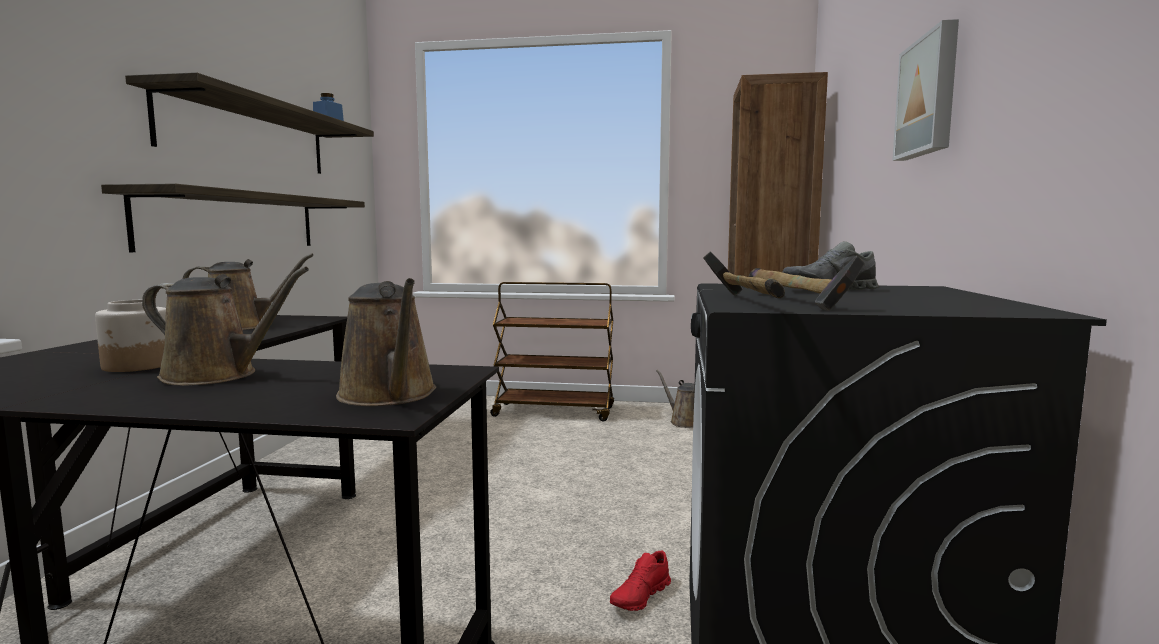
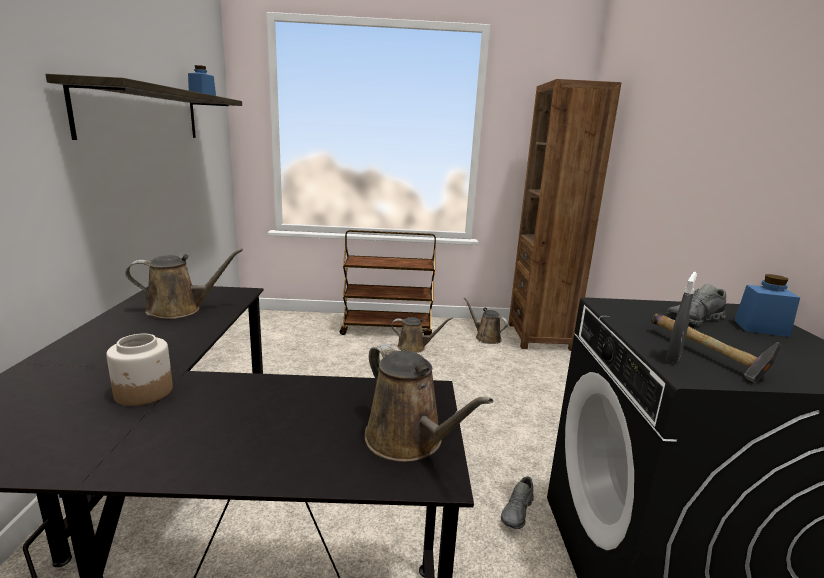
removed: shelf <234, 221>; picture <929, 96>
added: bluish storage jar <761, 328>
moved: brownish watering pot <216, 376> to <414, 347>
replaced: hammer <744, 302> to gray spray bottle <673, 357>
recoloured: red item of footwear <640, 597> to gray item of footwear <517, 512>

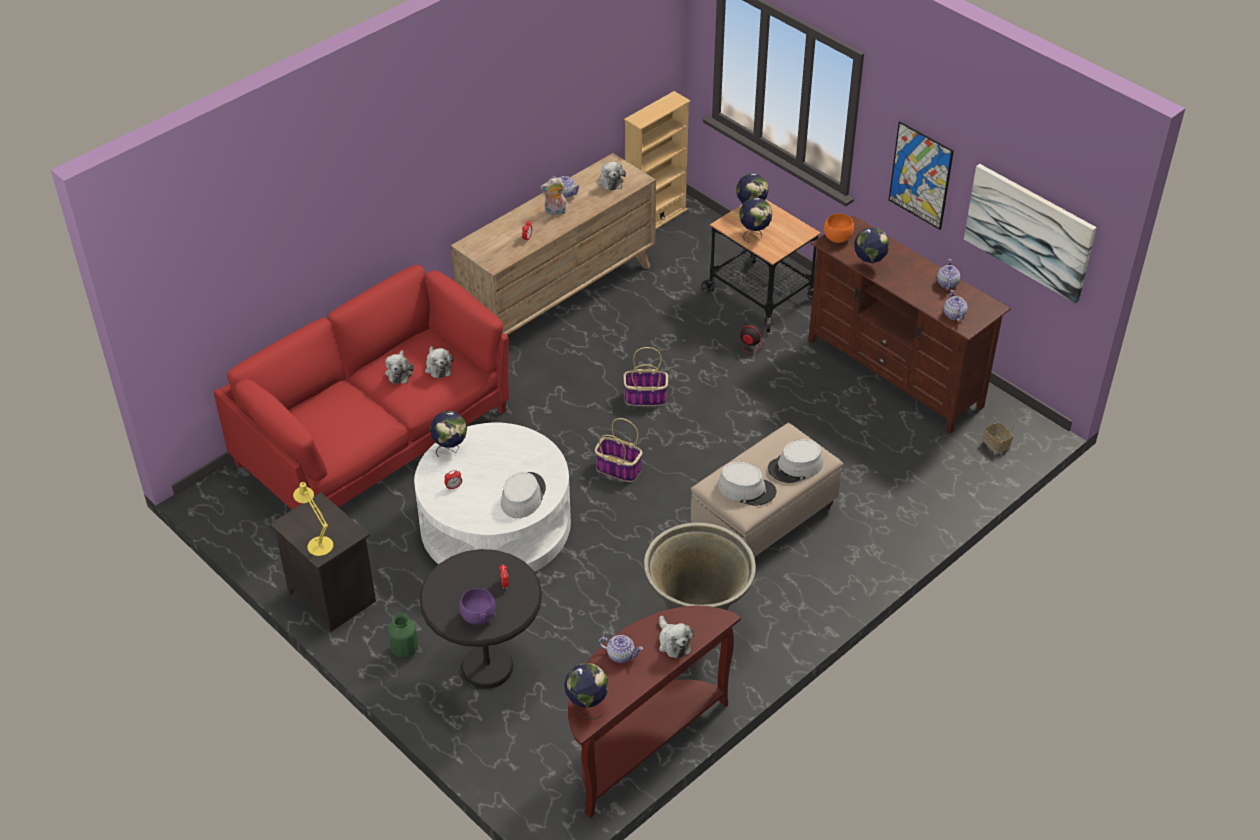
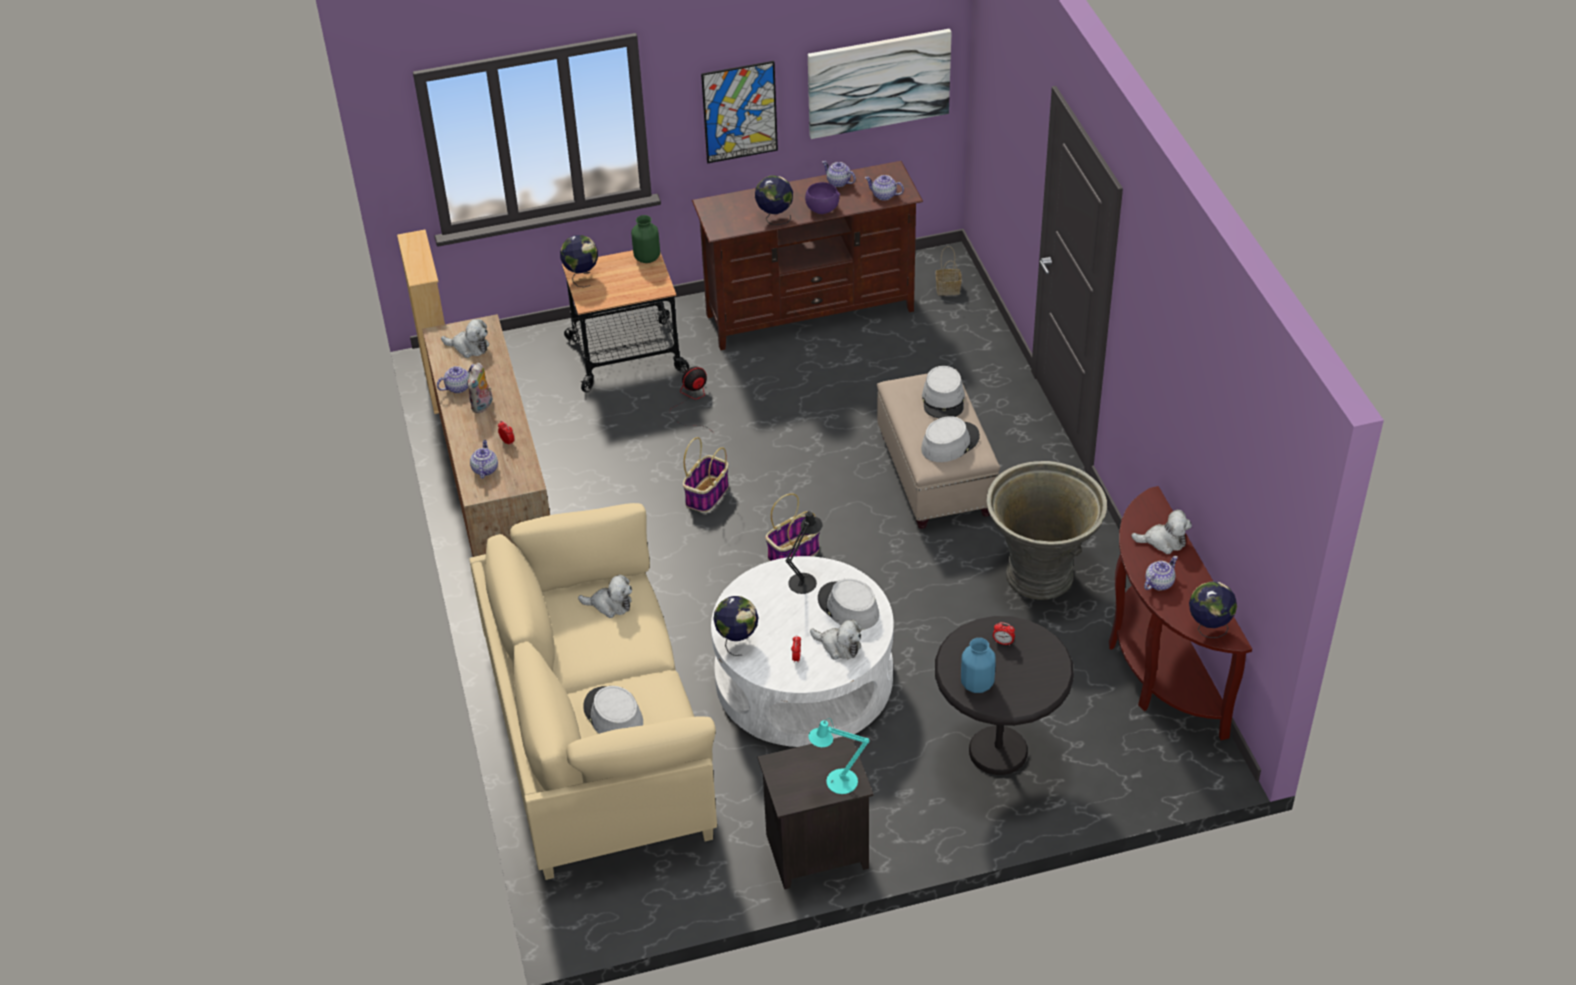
removed: world globe <754, 234>; orangey bowl <838, 238>
added: pot for tea <485, 469>; gray wearable hat <613, 715>; black-coloured lamp for a table <805, 580>; bluish vase <977, 684>
moved: soft toy <399, 372> to <839, 646>; green-coloured vase <404, 650> to <647, 258>; purple-coloured bowl <478, 616> to <821, 209>
recoloured: red sofa <373, 438> to beige-coloured sofa <599, 737>; yellowish lamp for a table <318, 543> to turquoise lamp for a table <837, 782>

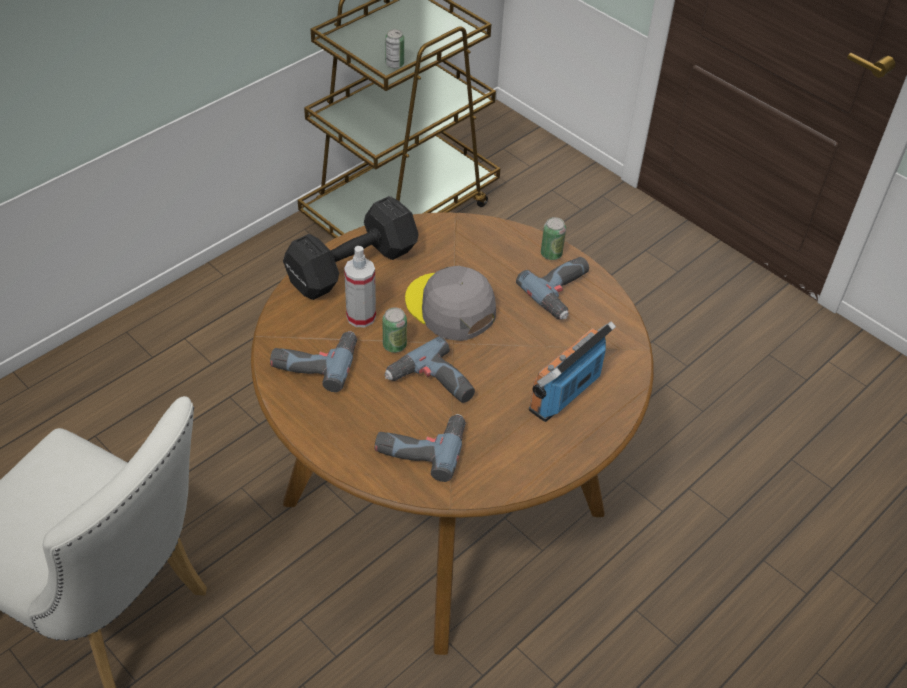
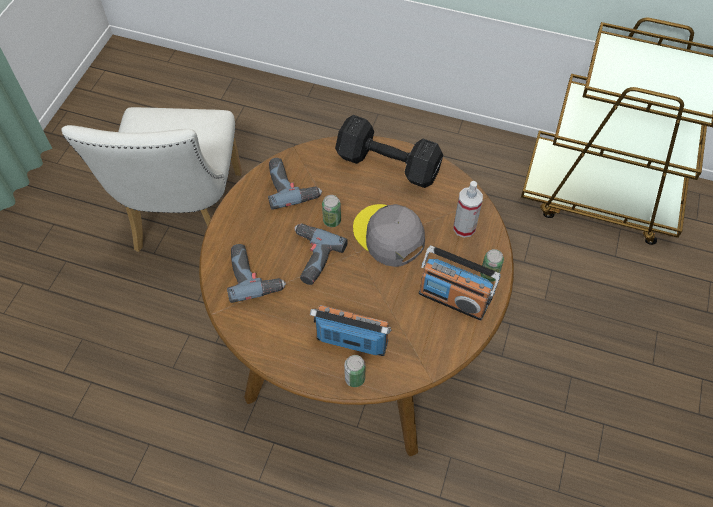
moved: spray bottle <361, 317> to <464, 228>; sealed can <394, 64> to <354, 378>
replaced: electric drill <563, 293> to radio <453, 299>
turned: gray baseball cap <450, 307> = <388, 236> 60 degrees counterclockwise

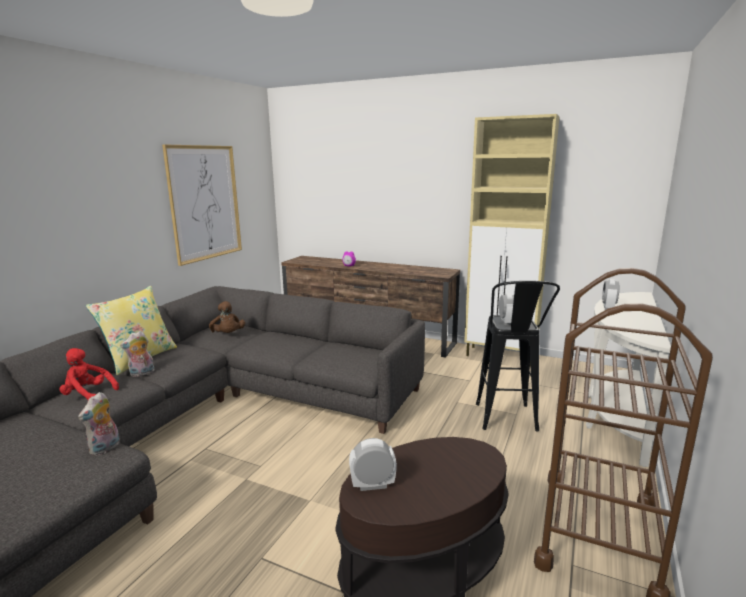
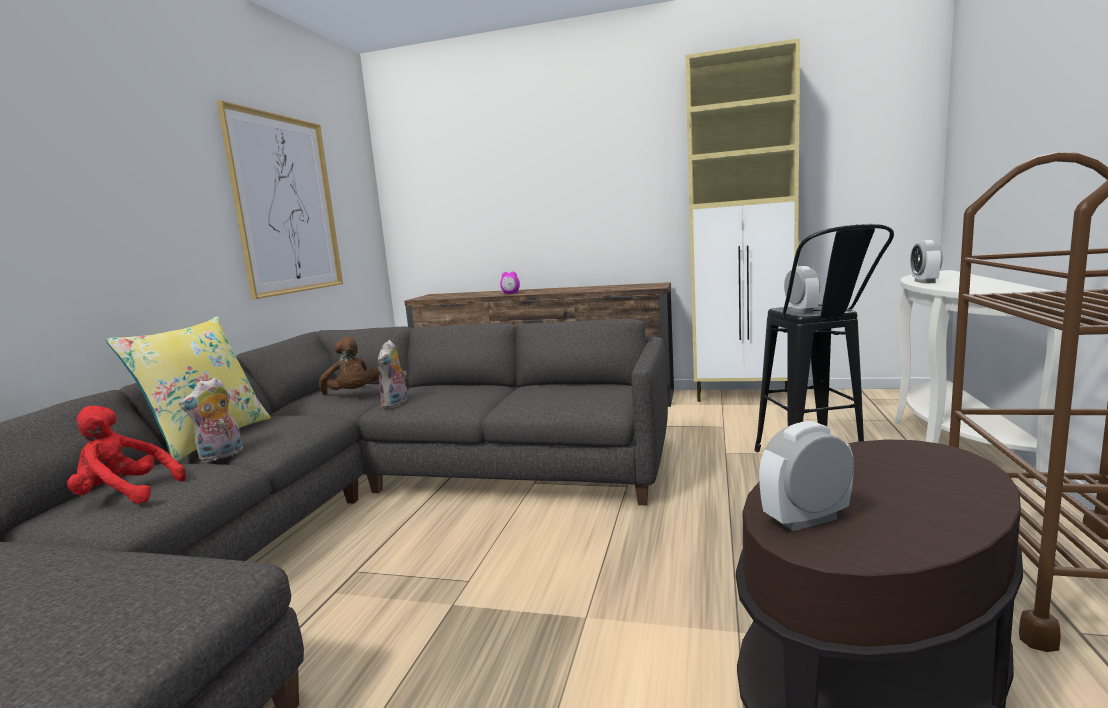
moved: soft toy <105, 448> to <396, 404>

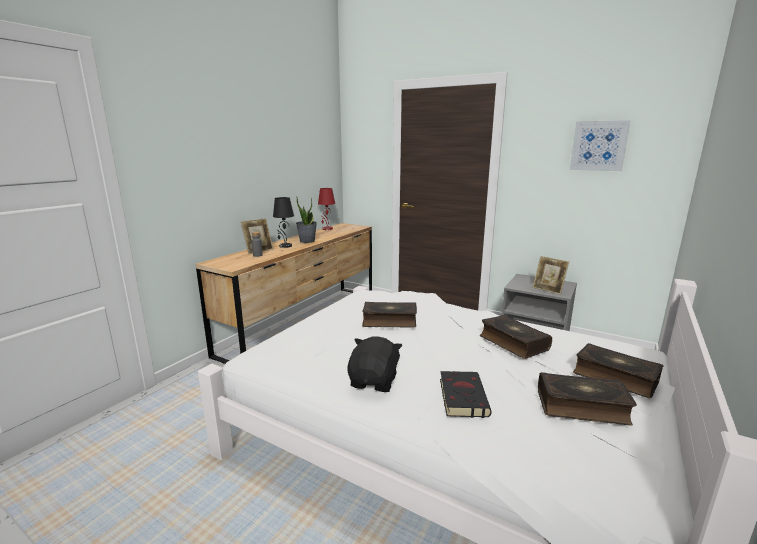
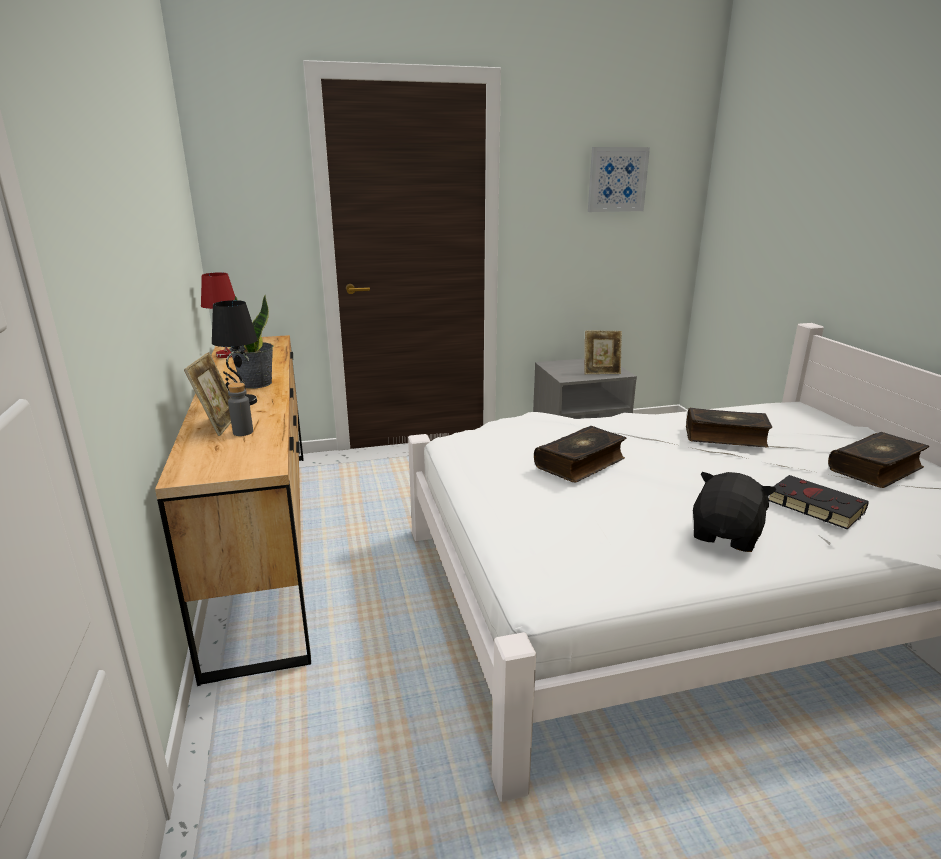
removed: bound book <615, 377>
turned: black-coloured soft toy <374, 381> = <726, 535> 60 degrees clockwise

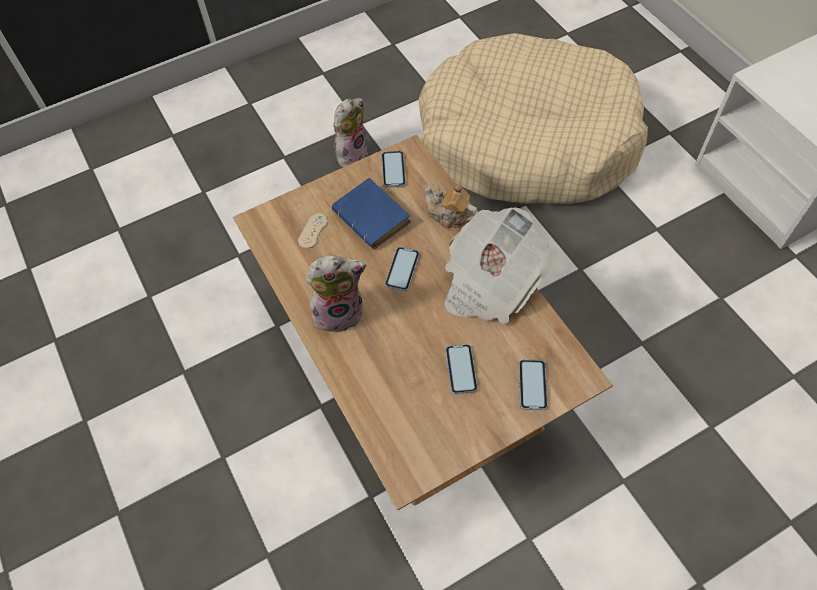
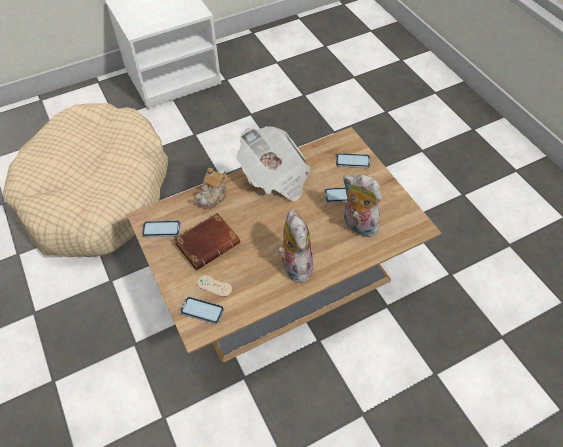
moved: soft toy <351, 153> to <357, 225>; telephone <402, 270> to <202, 311>
recoloured: bluish bound book <374, 218> to brownish bound book <208, 242>

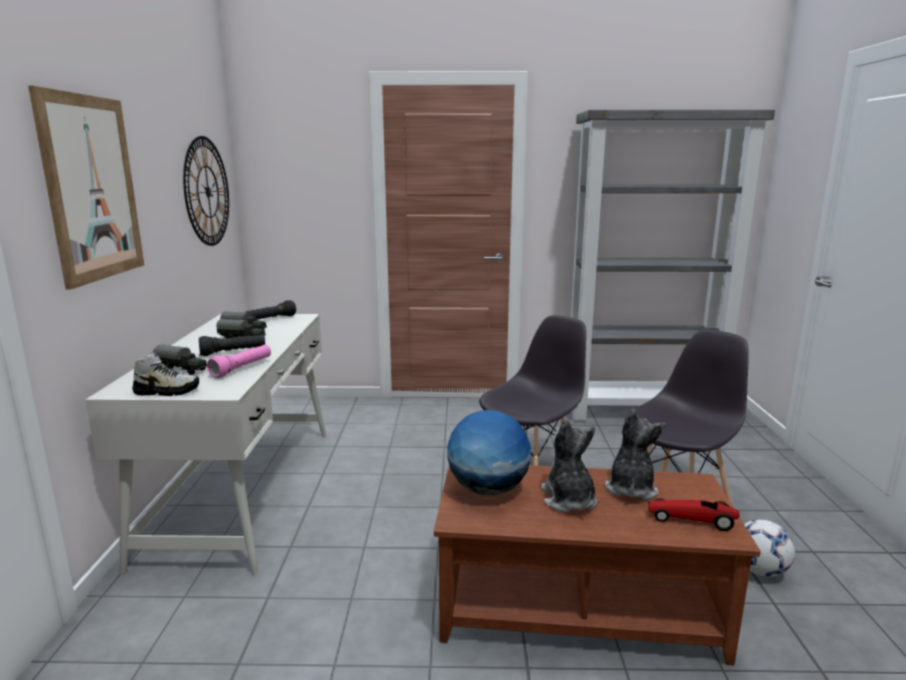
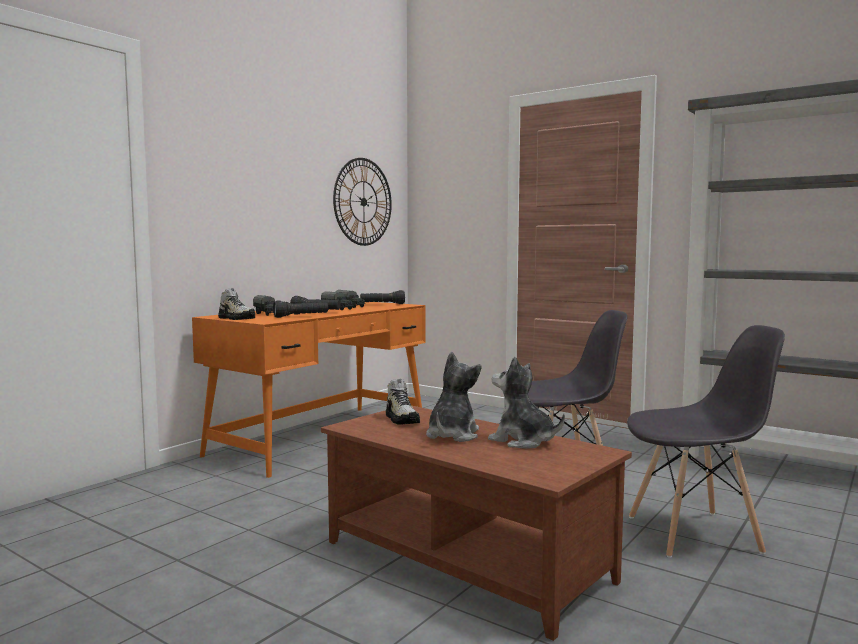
removed: picture <92, 188>; toy car <691, 520>; football ball <759, 570>
replaced: world globe <487, 489> to item of footwear <402, 419>
recoloured: white-coloured desk table <244, 490> to orangey desk table <322, 437>; pink torch <242, 369> to black-coloured torch <301, 316>
turned: soft toy <630, 488> = <522, 441> 105 degrees counterclockwise

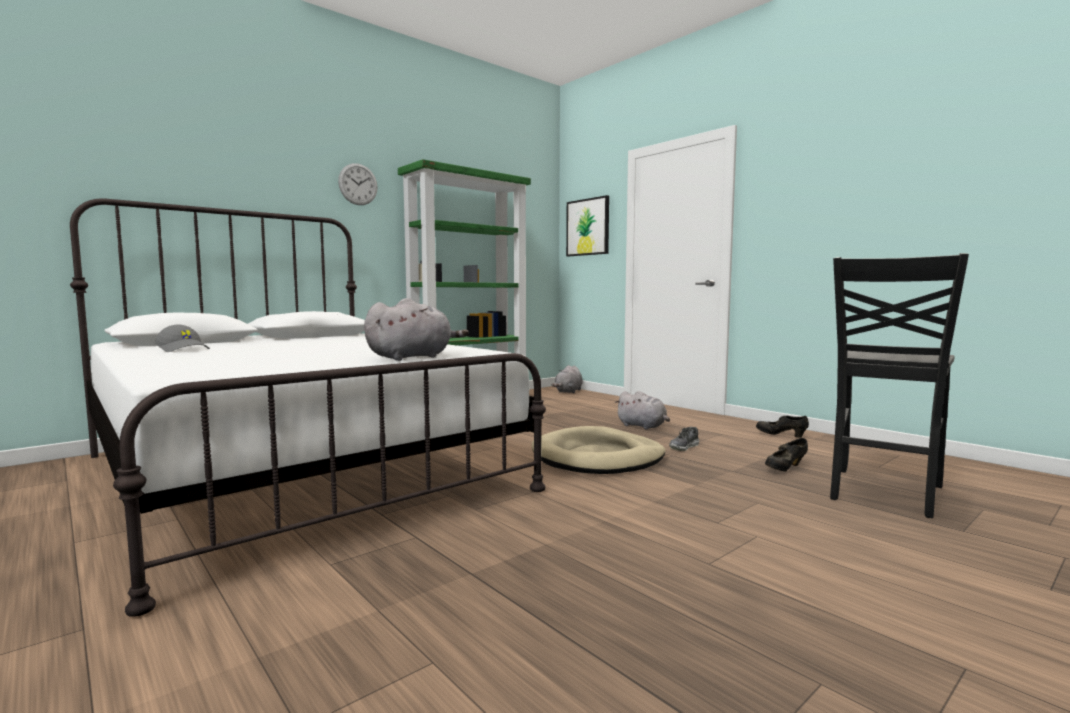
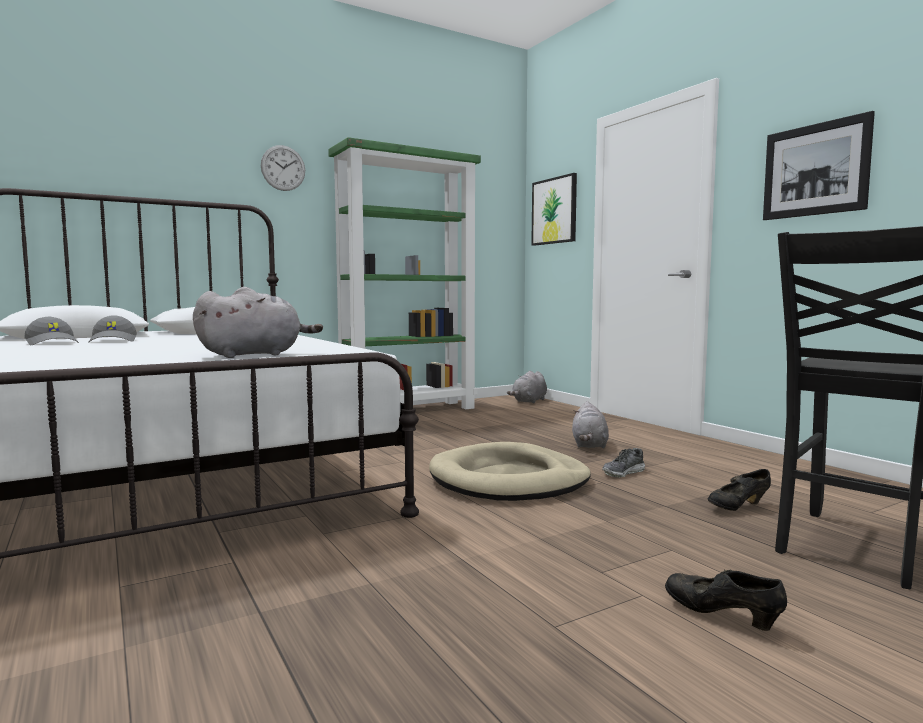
added: gray baseball cap <114, 340>; picture <815, 170>
moved: black-coloured item of footwear <781, 435> to <721, 616>
turned: gray soft toy <643, 426> = <589, 445> 45 degrees clockwise

